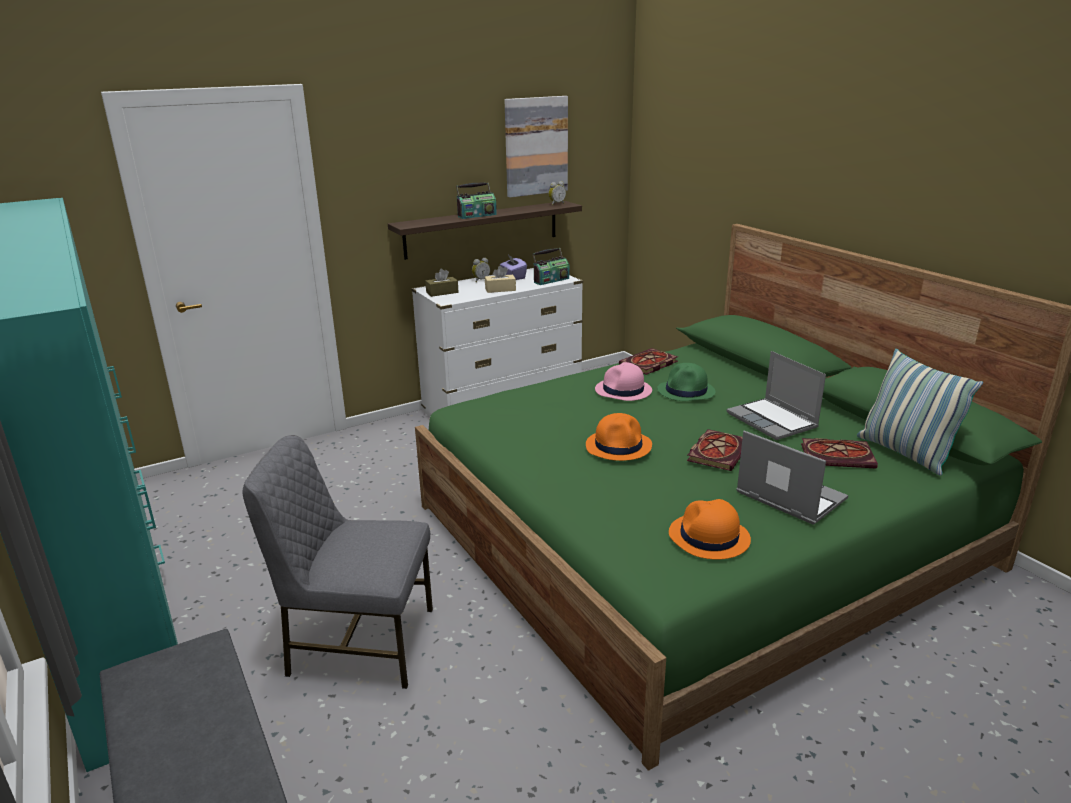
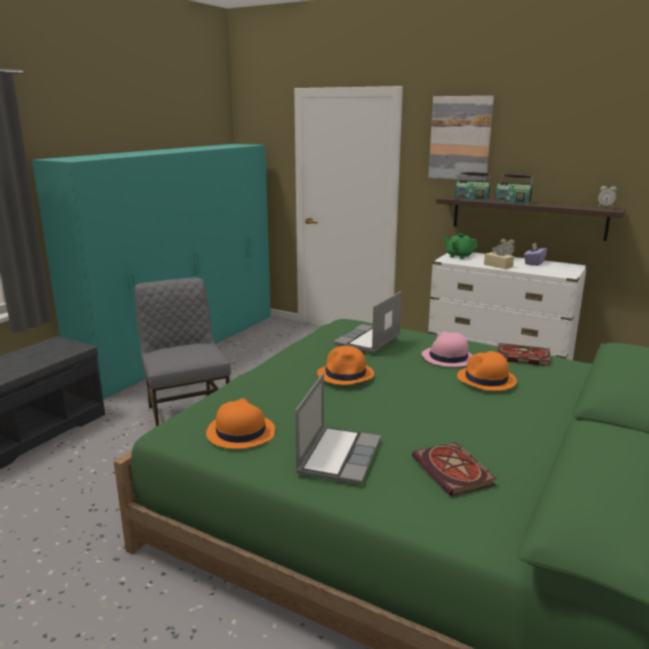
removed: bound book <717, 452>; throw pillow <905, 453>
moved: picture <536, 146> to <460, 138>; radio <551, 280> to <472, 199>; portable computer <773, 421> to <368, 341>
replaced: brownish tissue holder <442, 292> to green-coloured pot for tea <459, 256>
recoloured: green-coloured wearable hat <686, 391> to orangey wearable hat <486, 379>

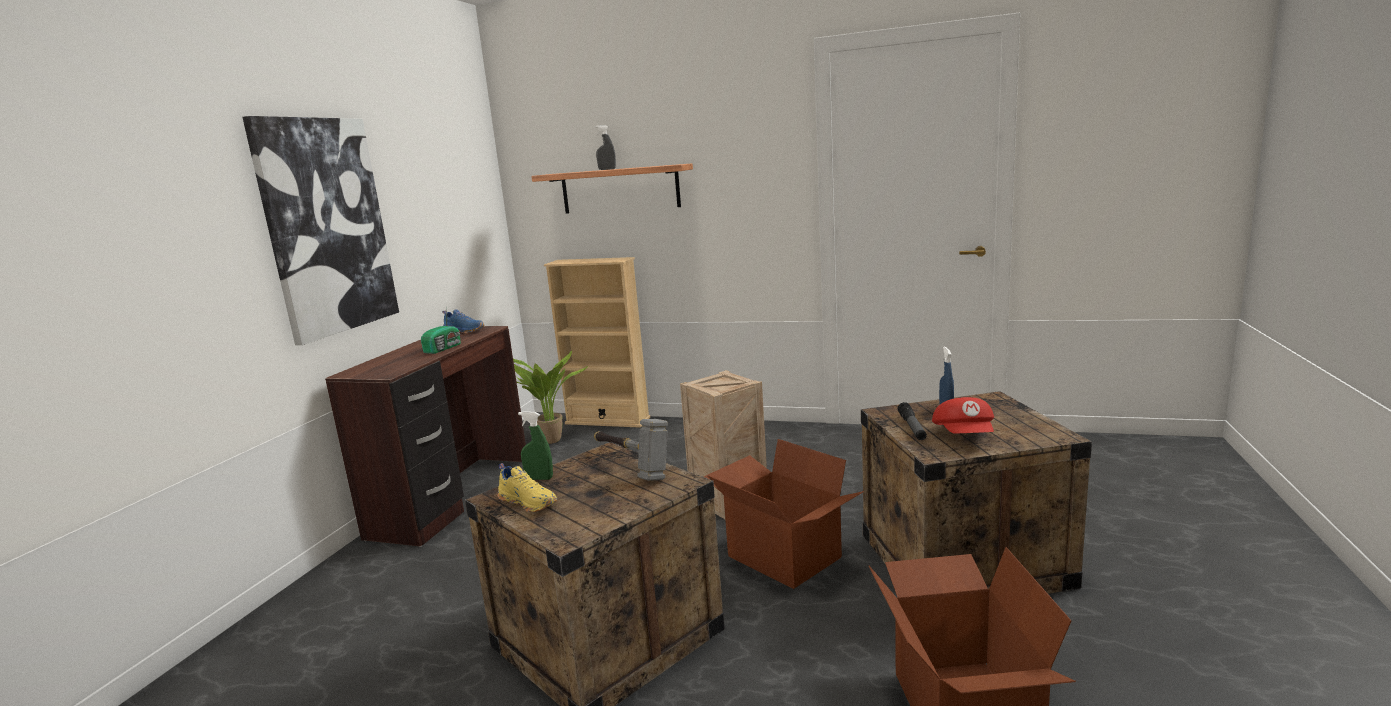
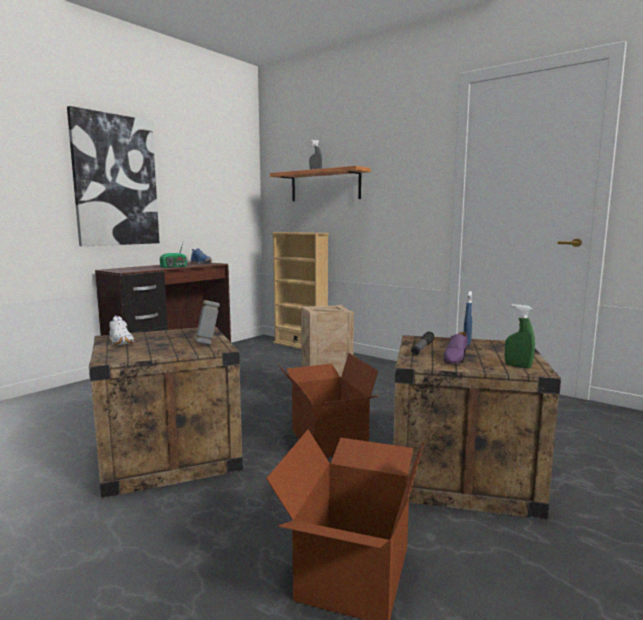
removed: potted plant <551, 442>
moved: green-coloured spray bottle <539, 478> to <518, 366>
replaced: red baseball cap <965, 436> to purple-coloured item of footwear <455, 359>
recoloured: yellowish item of footwear <529, 502> to white-coloured item of footwear <121, 342>

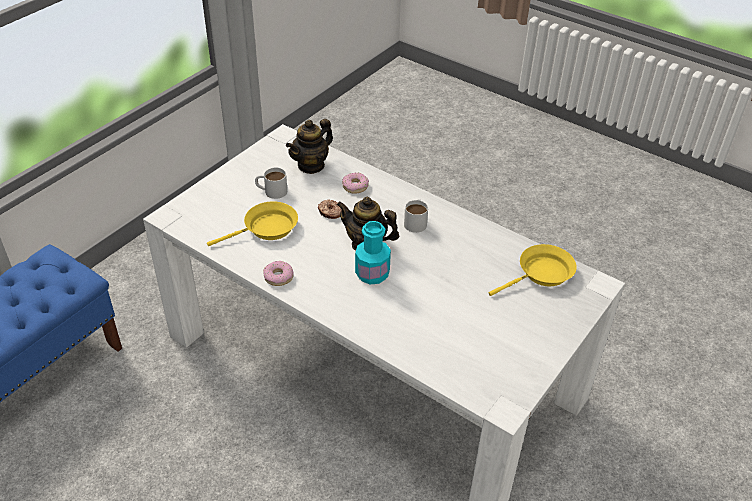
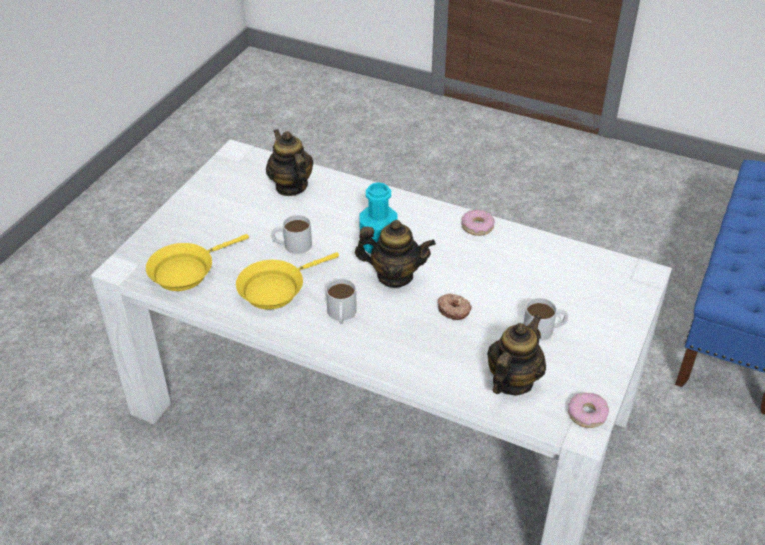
added: pot for tea <291, 186>; white-coloured mug <292, 245>
moved: yellowish skillet <266, 229> to <276, 289>; donut <355, 186> to <587, 414>

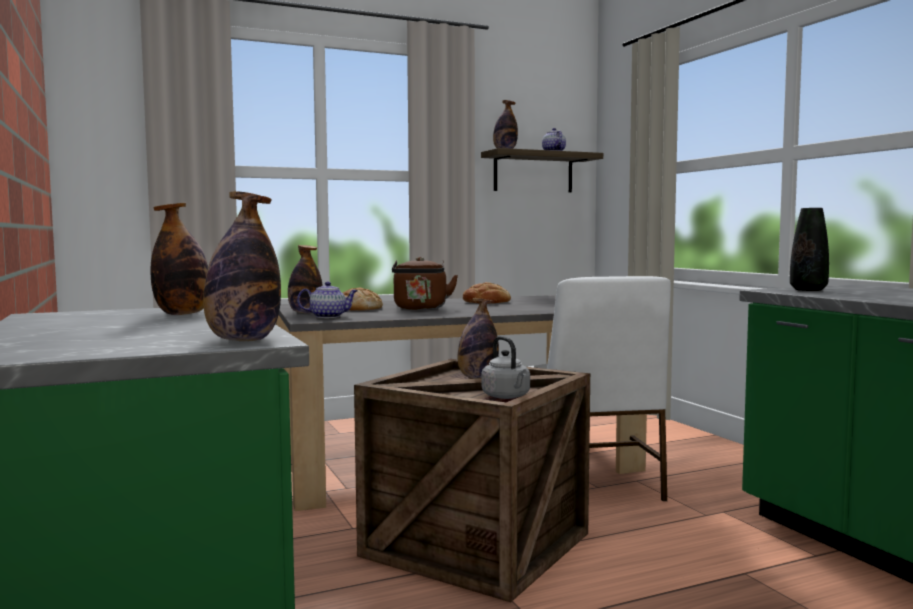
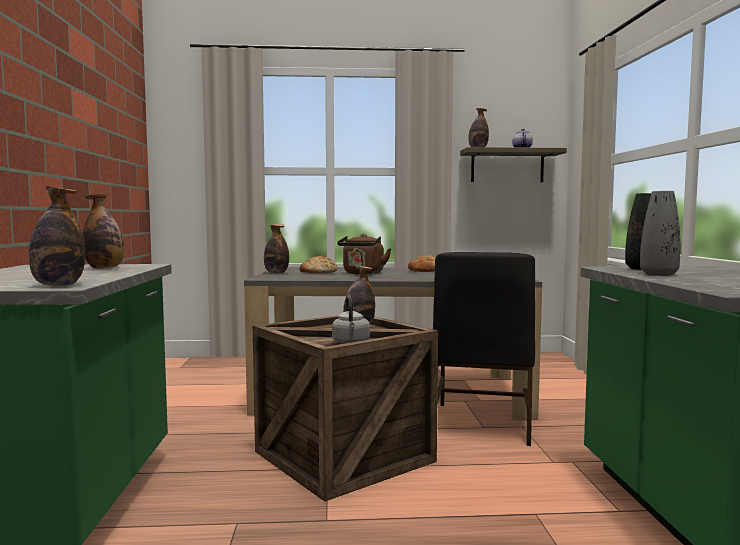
removed: pot for tea <329, 316>
added: gray vase <658, 274>
recoloured: white-coloured plain chair <591, 484> to black-coloured plain chair <480, 424>

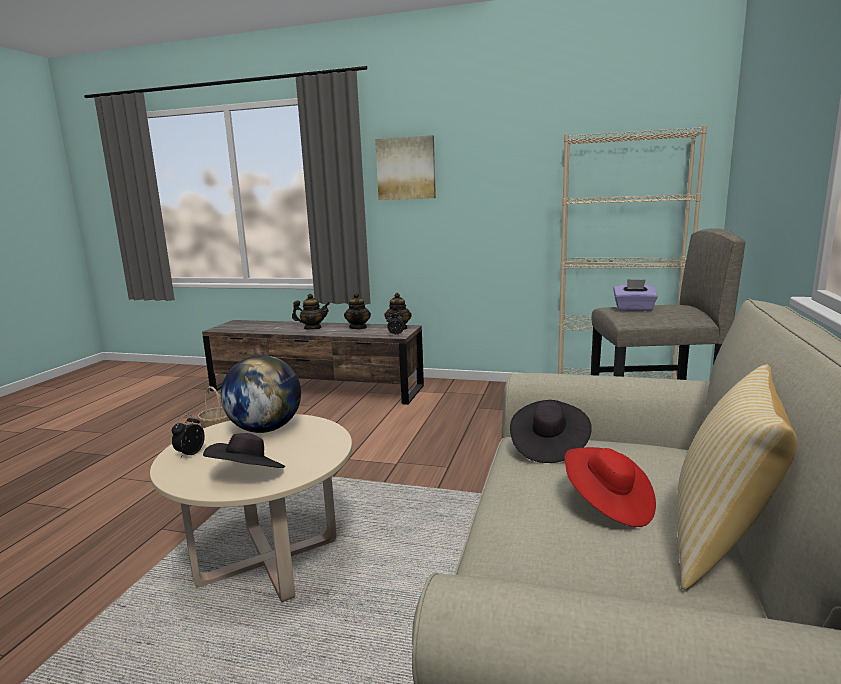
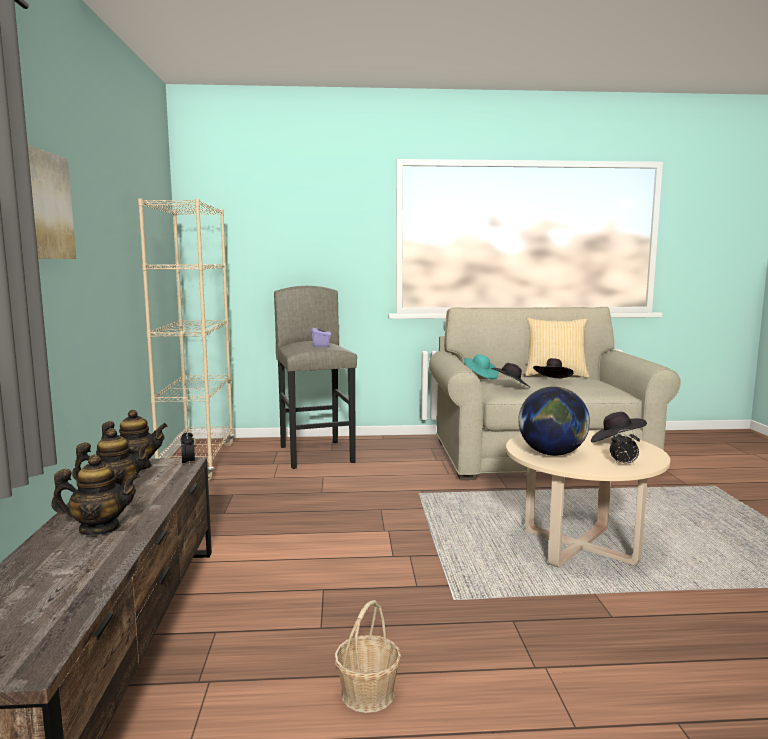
added: turquoise wearable hat <480, 376>
recoloured: red wearable hat <608, 505> to black-coloured wearable hat <553, 381>
turned: pot for tea <312, 328> = <99, 529> 105 degrees clockwise

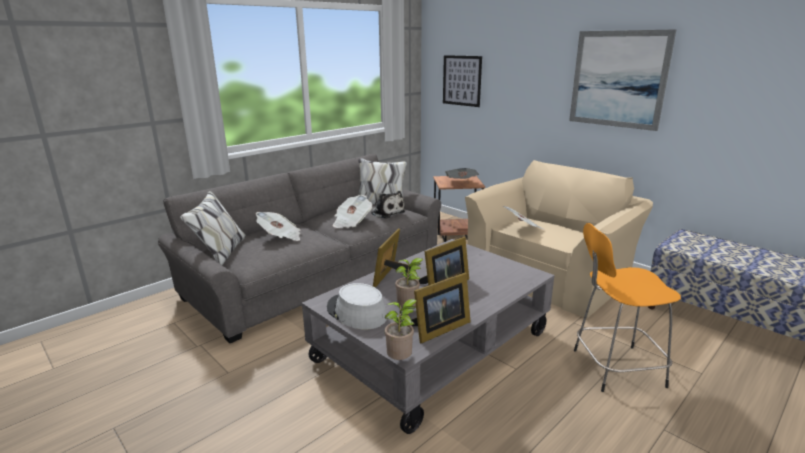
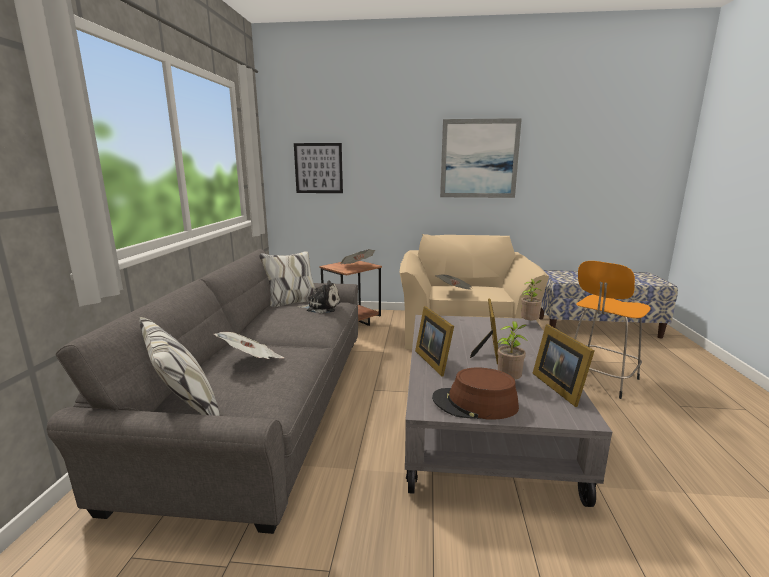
removed: daily paper <351, 222>
moved: potted plant <401, 360> to <529, 323>
recoloured: gray wearable hat <356, 312> to brownish wearable hat <475, 404>
turned: standing frame <438, 329> = <559, 386> 150 degrees clockwise

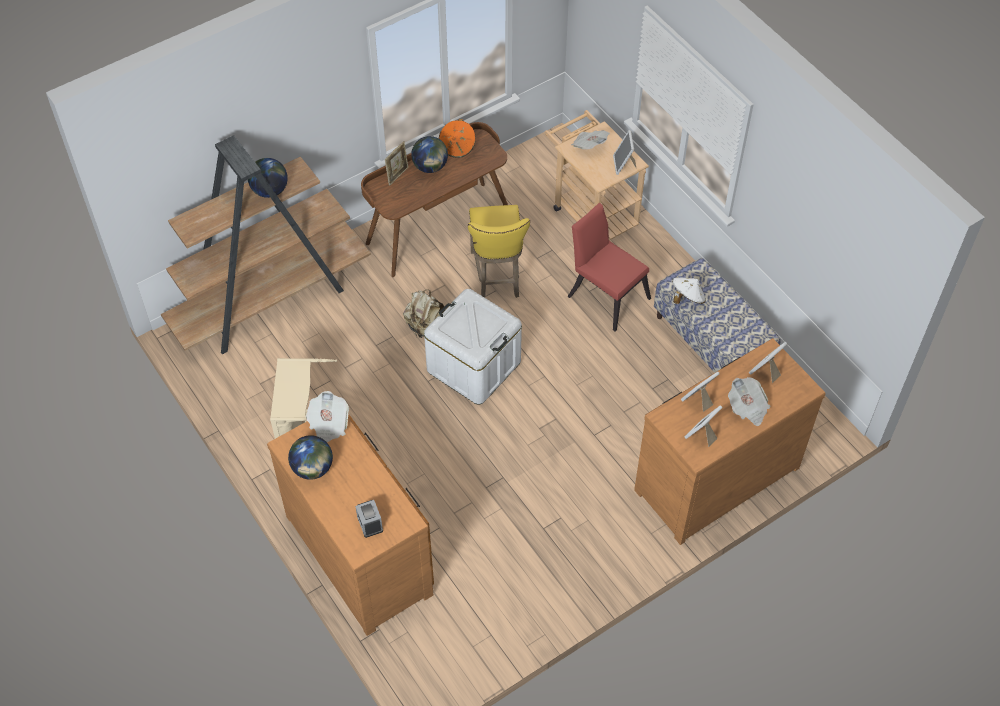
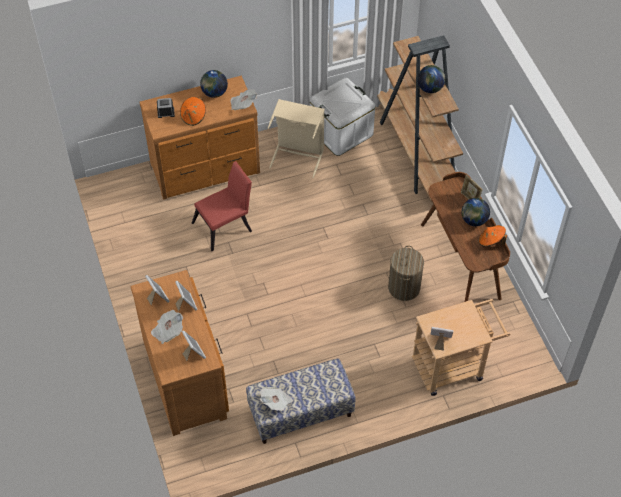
removed: beige-coloured knapsack <425, 326>; white-coloured wearable hat <687, 298>
added: orangey wearable hat <193, 117>
moved: white-coloured storage box <474, 366> to <341, 132>; red plain chair <605, 294> to <225, 226>; daily paper <589, 145> to <276, 402>
replaced: yellowish stool <496, 277> to laundry basket <404, 287>

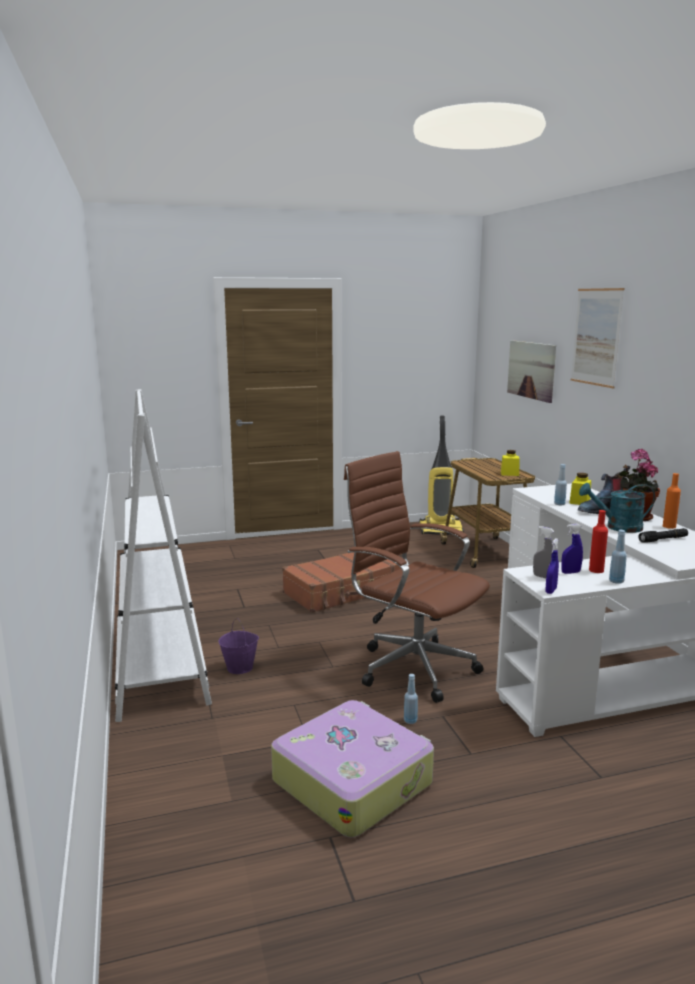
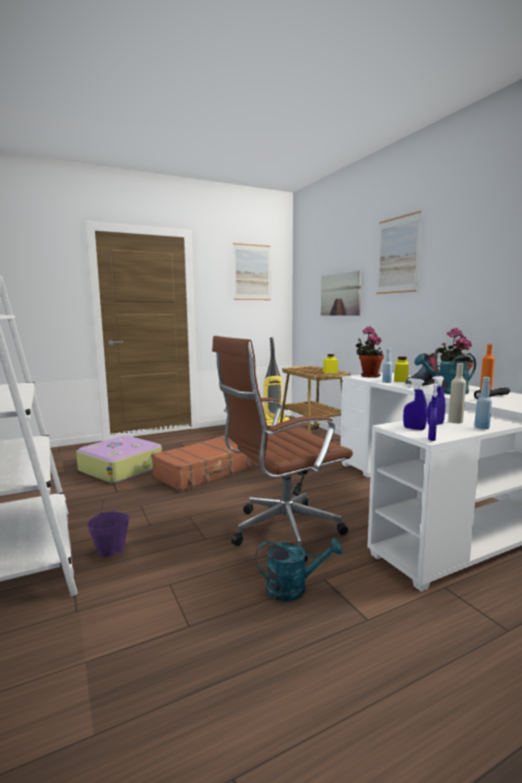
added: picture <252, 272>; potted plant <368, 376>
moved: piece of luggage <352, 780> to <121, 468>
replaced: bluish bottle <410, 720> to turquoise watering pot <294, 588>
recoloured: gray spray bottle <543, 577> to bluish spray bottle <414, 429>; red bottle <596, 570> to beige-coloured bottle <455, 421>
turned: brownish computer chair <412, 667> = <280, 532> 60 degrees counterclockwise

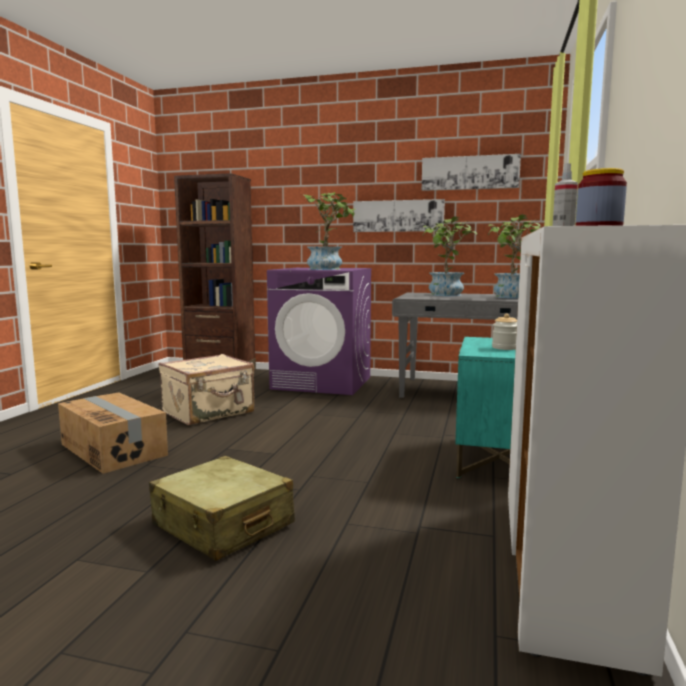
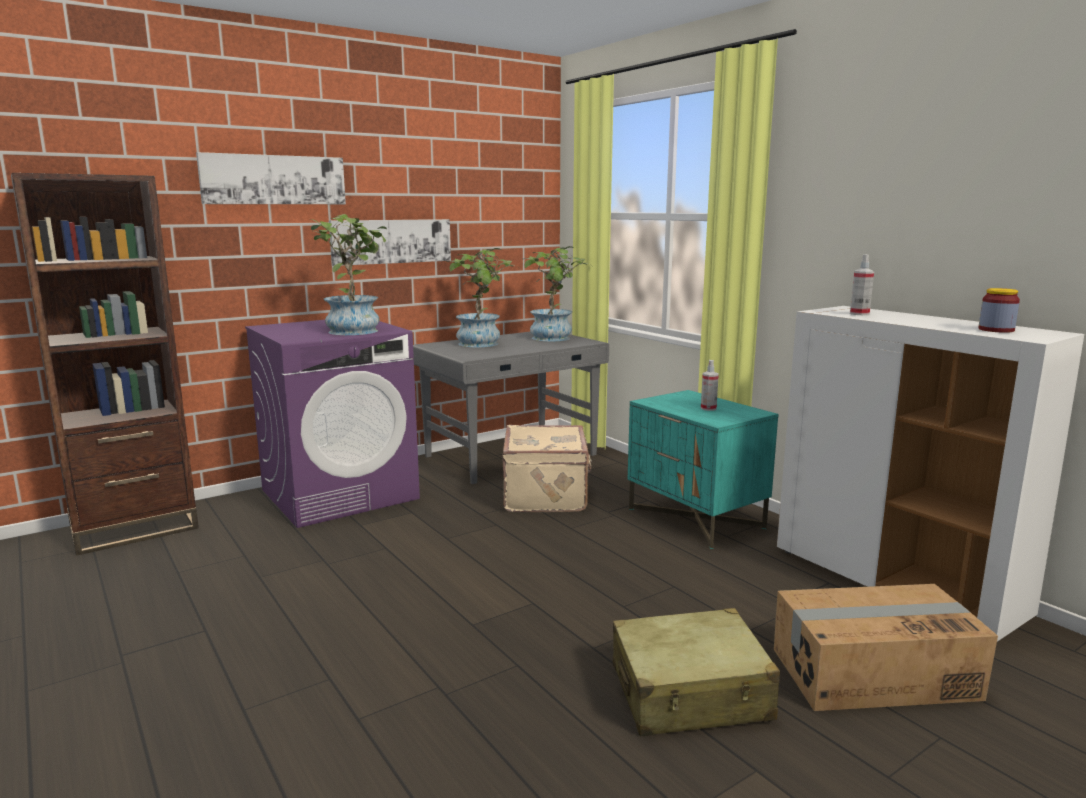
moved: cardboard box <114, 449> to <872, 673>; beige-coloured piece of luggage <209, 412> to <547, 495>; picture <470, 173> to <274, 180>
replaced: storage jar <505, 348> to spray bottle <708, 408>

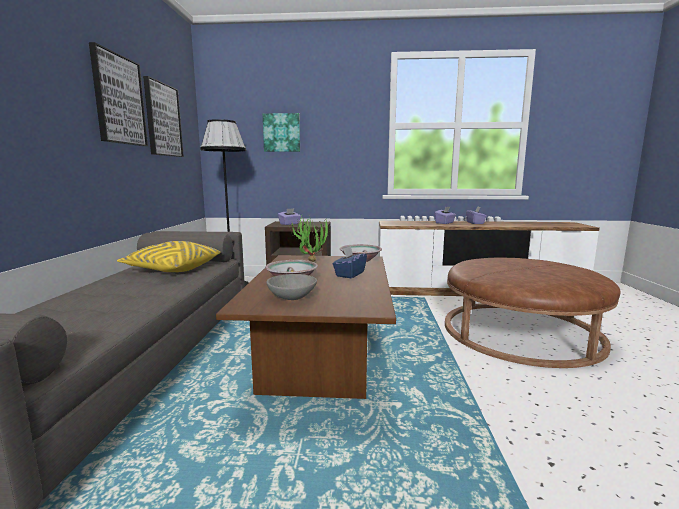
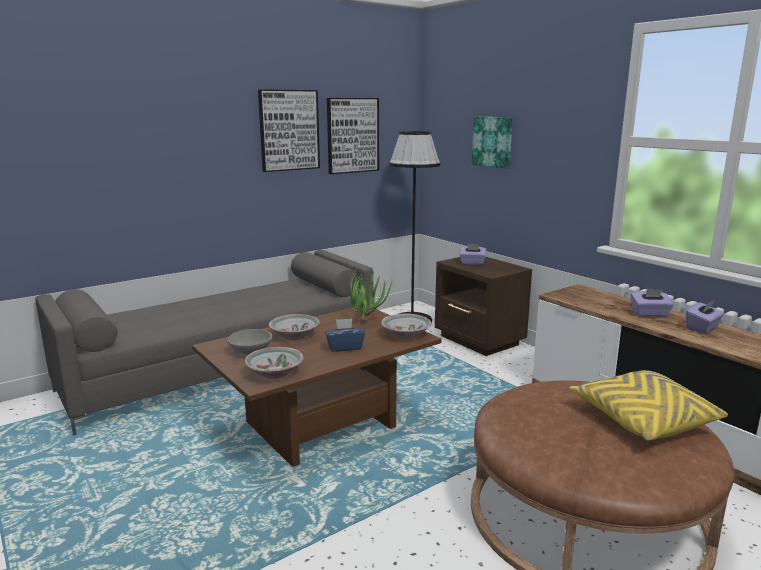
added: bowl <274, 373>
moved: yellowish throw pillow <172, 269> to <642, 420>

